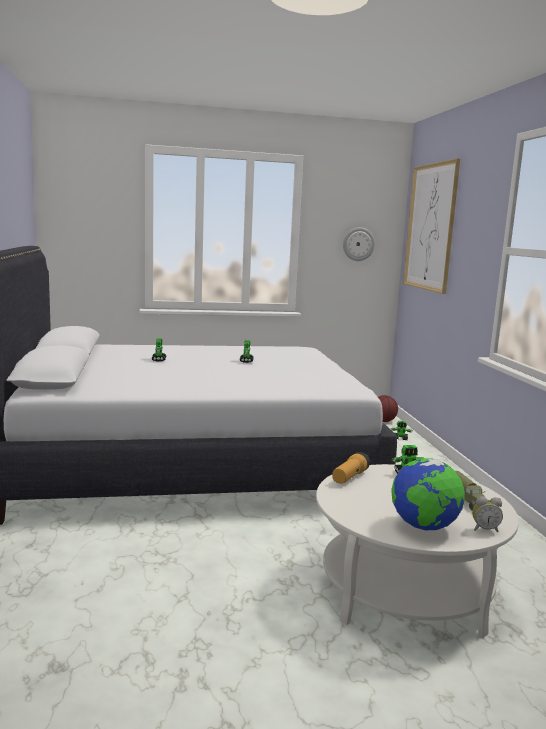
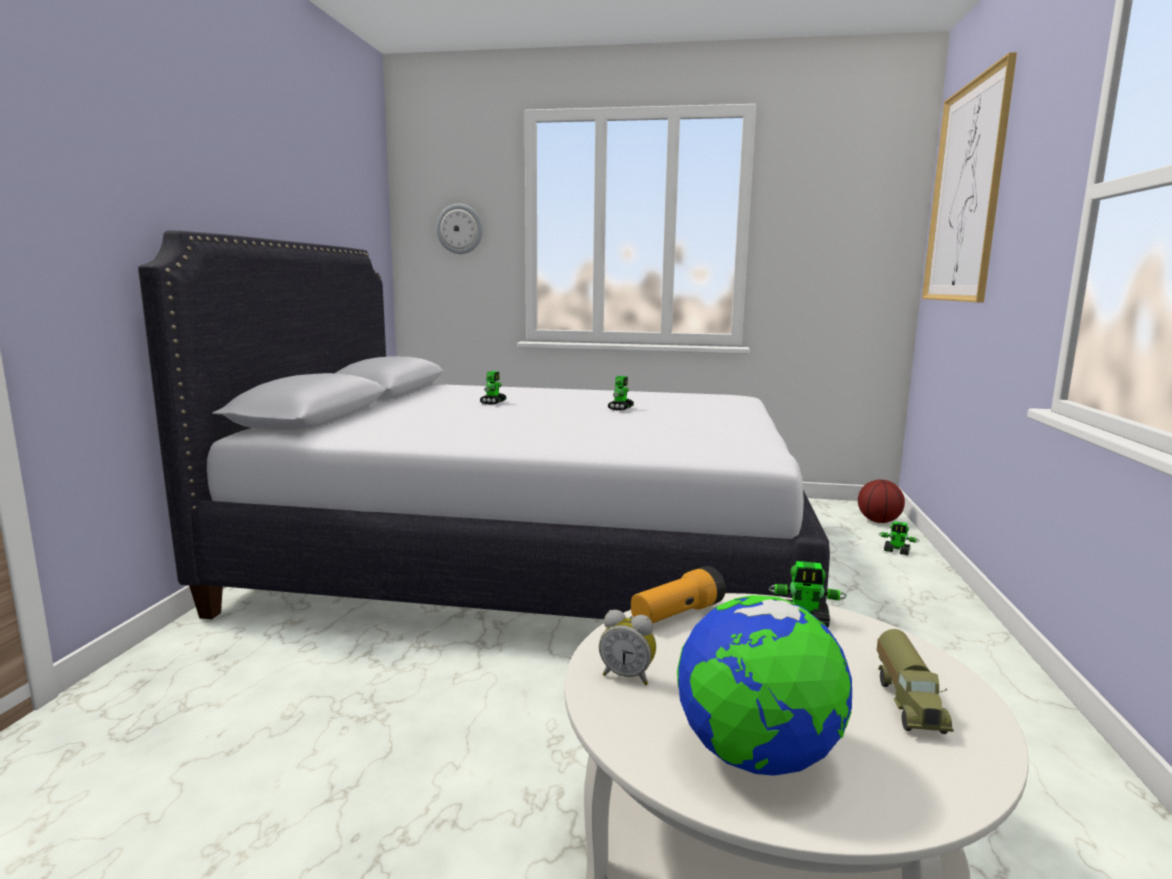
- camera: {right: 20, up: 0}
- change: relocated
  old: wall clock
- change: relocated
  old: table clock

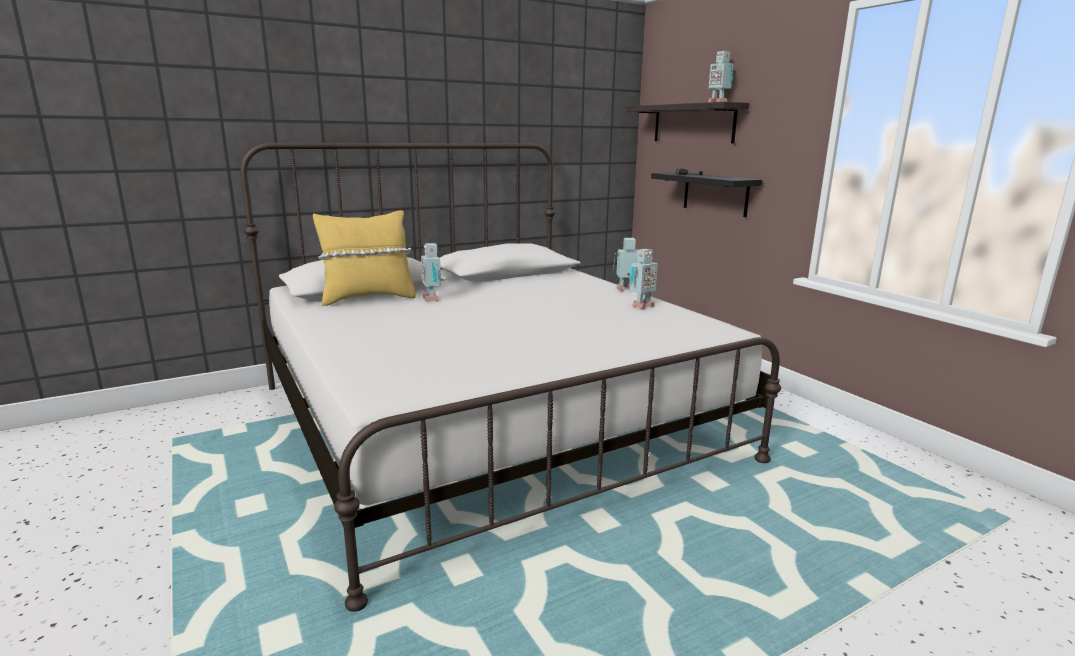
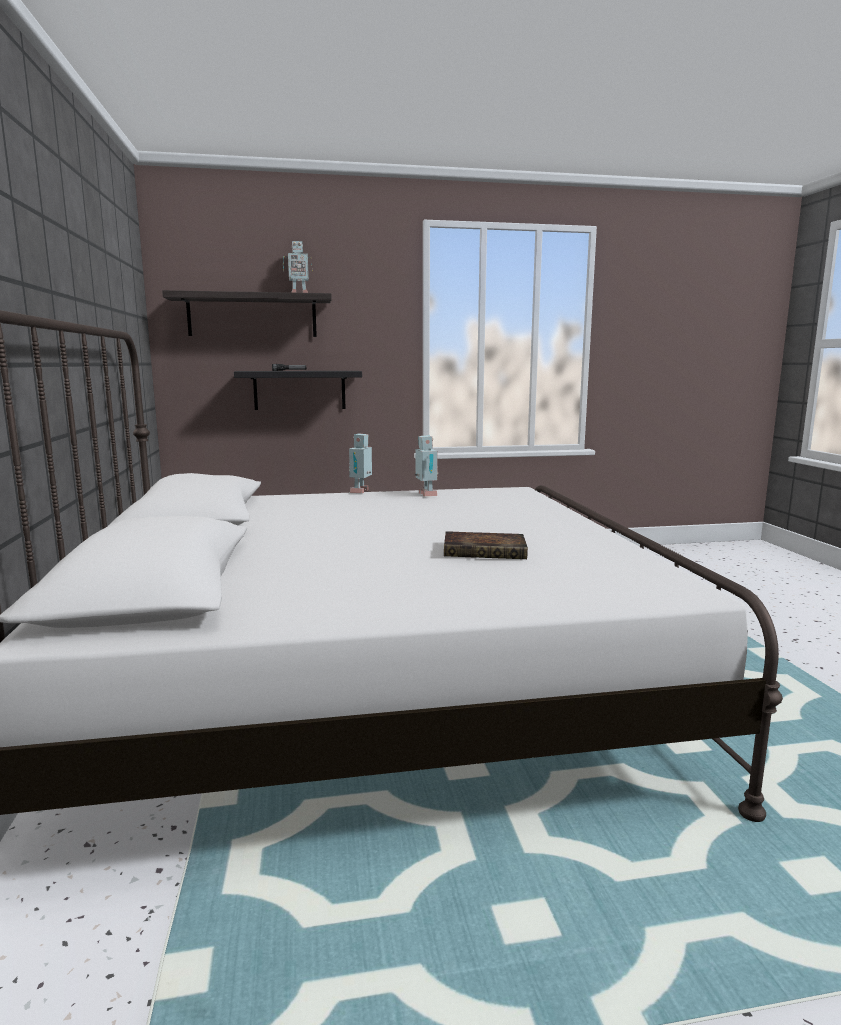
- camera: {right: -70, up: -5}
- change: missing
  old: yellow-coloured pillow
- change: missing
  old: toy robot (no. 1 from left)
- change: appeared
  new: book

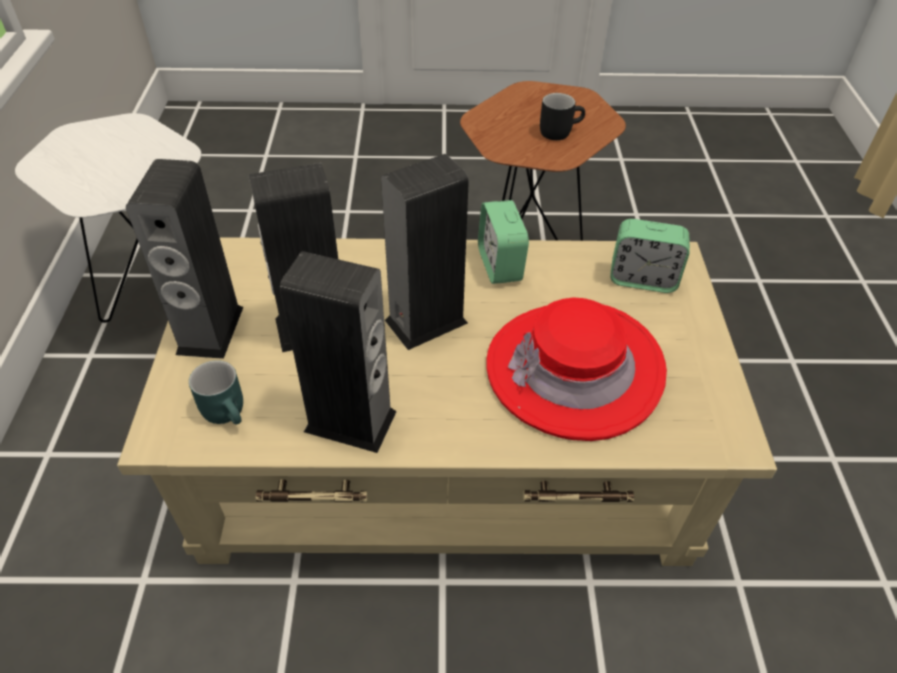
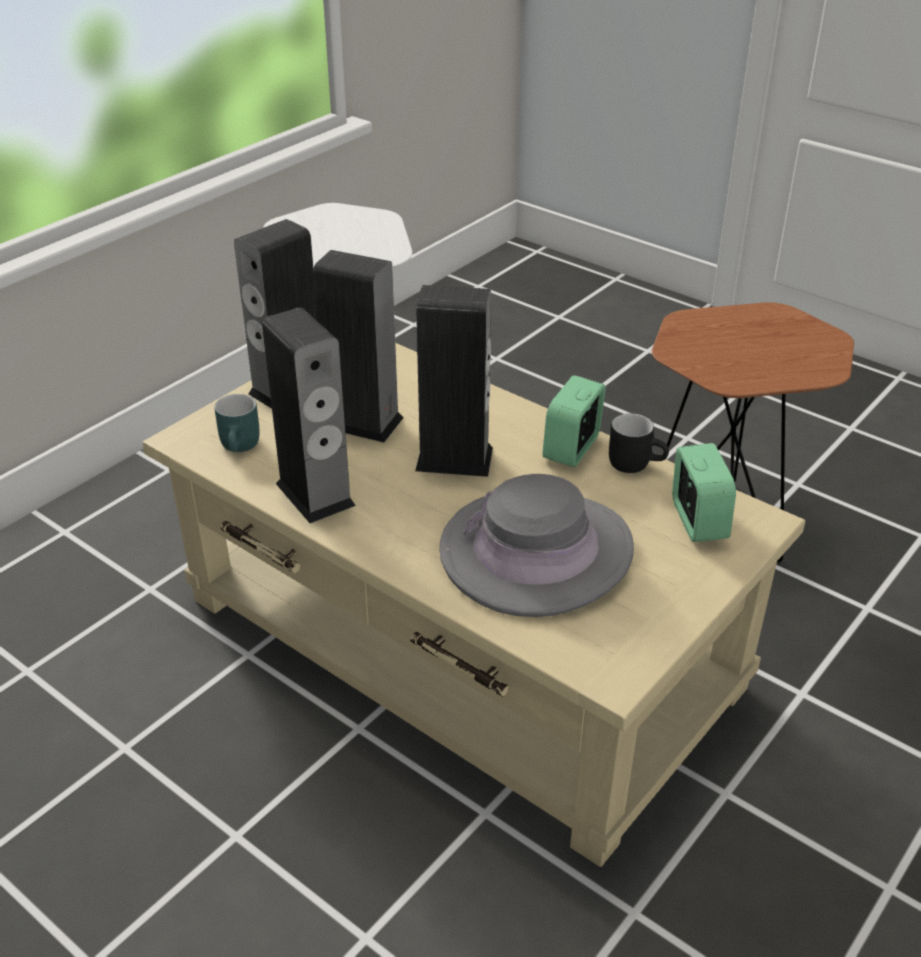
- camera: {right: 40, up: -10}
- change: relocated
  old: black-coloured tea mug
- change: colour
  old: red clothing hat
  new: greyish clothing hat
- change: spun
  old: table clock (no. 2 from left)
  degrees: -150

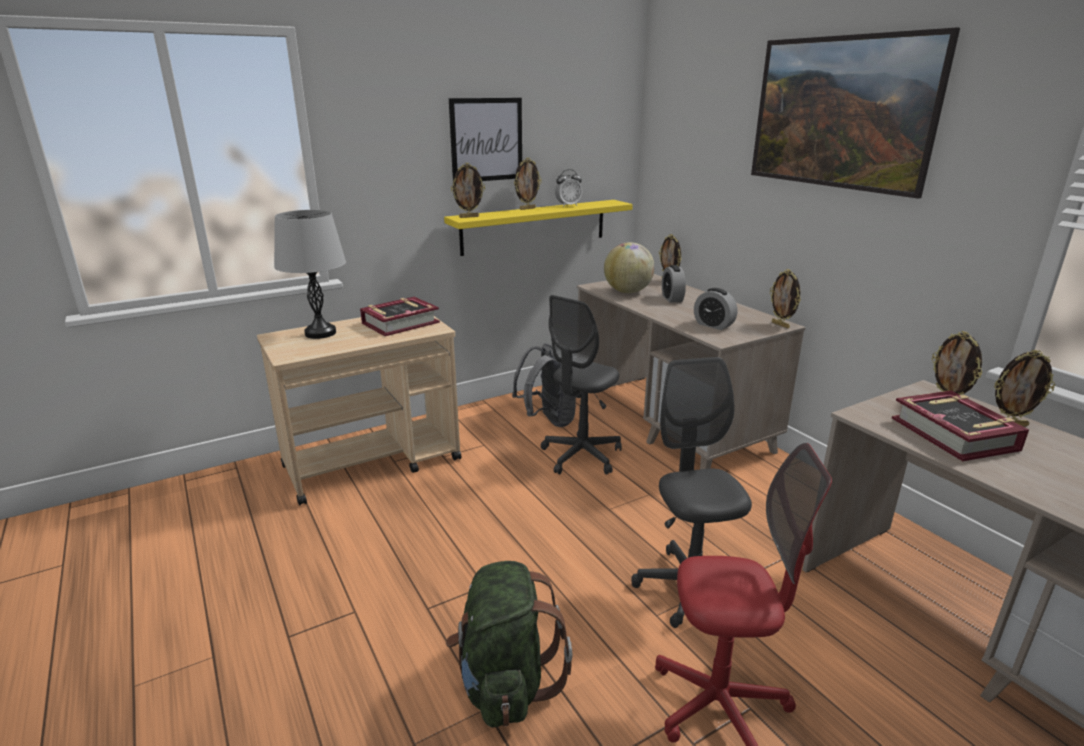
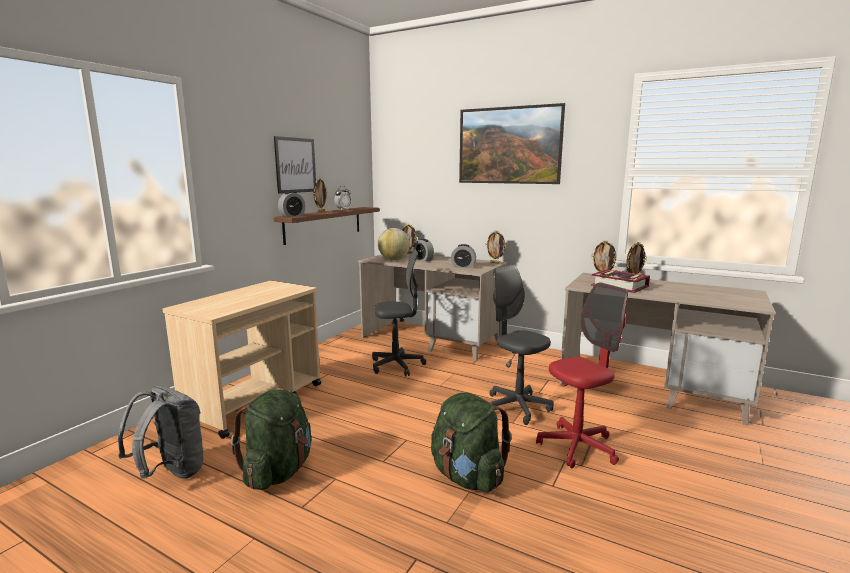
- camera: {right: -30, up: -10}
- change: missing
  old: greyish lamp for a table
- change: missing
  old: book (no. 1 from left)
- change: appeared
  new: green rucksack (no. 1 from left)
- change: relocated
  old: greyish rucksack
- change: exchanged
  old: picture frame (no. 1 from left)
  new: table clock (no. 1 from left)
- change: colour
  old: yellow-coloured shelf
  new: brown-coloured shelf
- change: spun
  old: greyish desk chair (no. 1 from left)
  degrees: -105

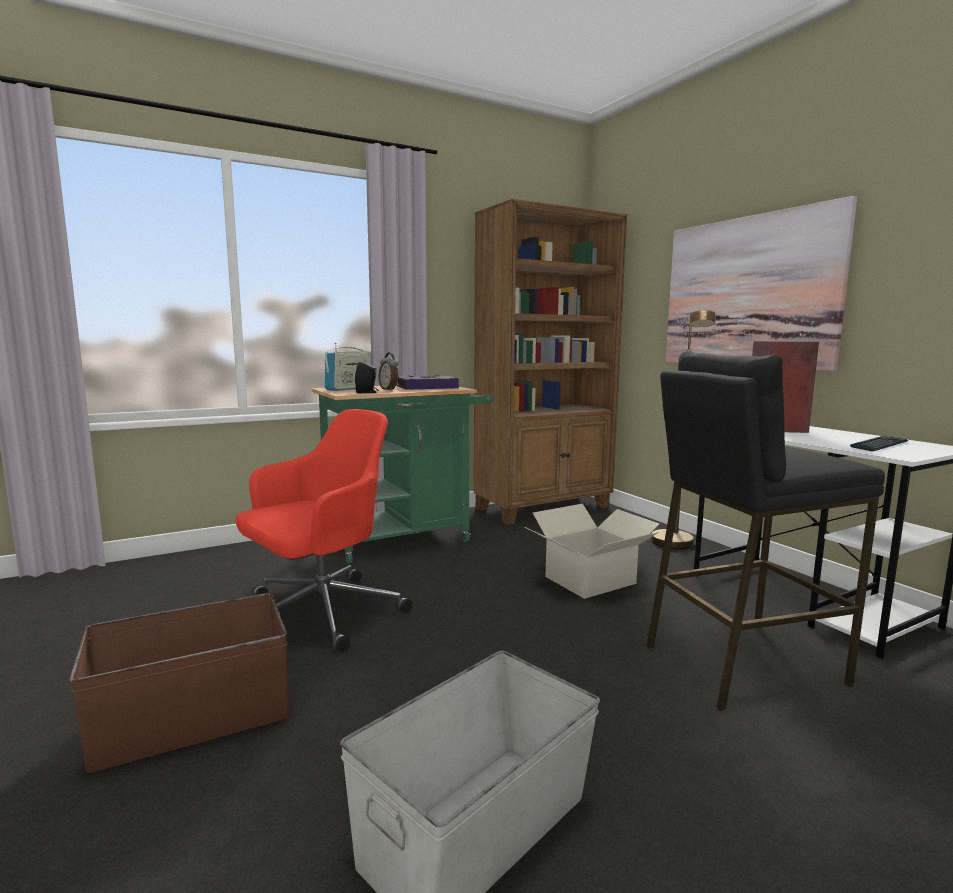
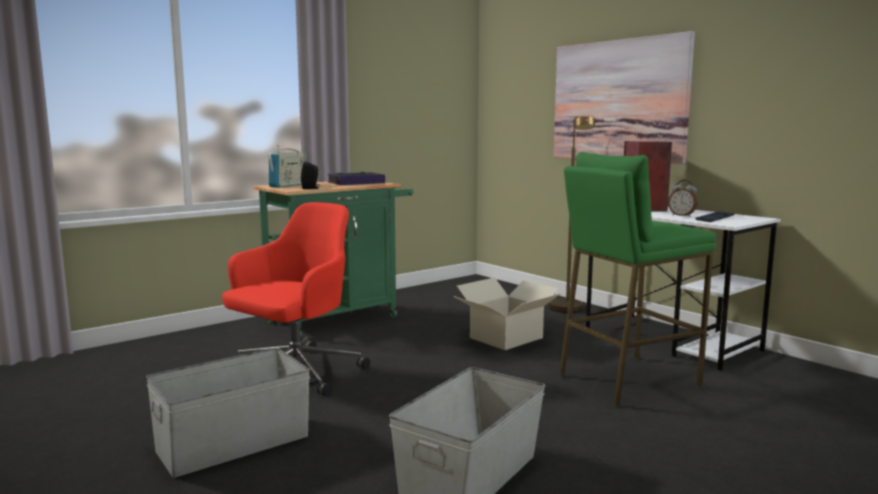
- camera: {right: -10, up: 0}
- change: missing
  old: brown-coloured bookcase
- change: relocated
  old: table clock
- change: colour
  old: brown-coloured storage bin
  new: greyish storage bin (no. 1 from left)
- change: colour
  old: black-coloured stool seat
  new: green stool seat

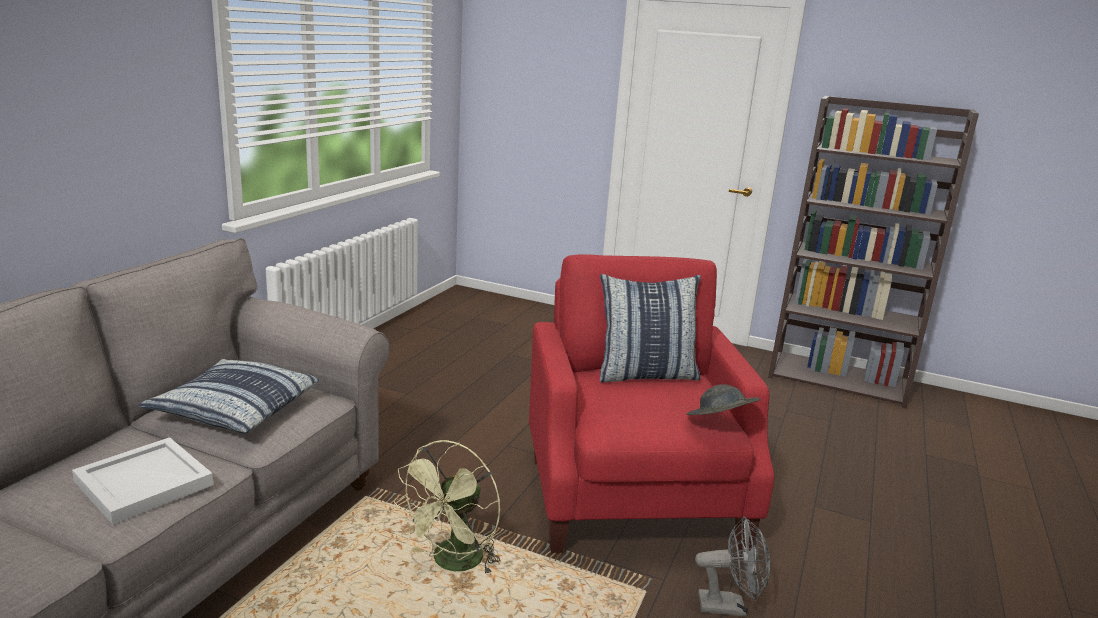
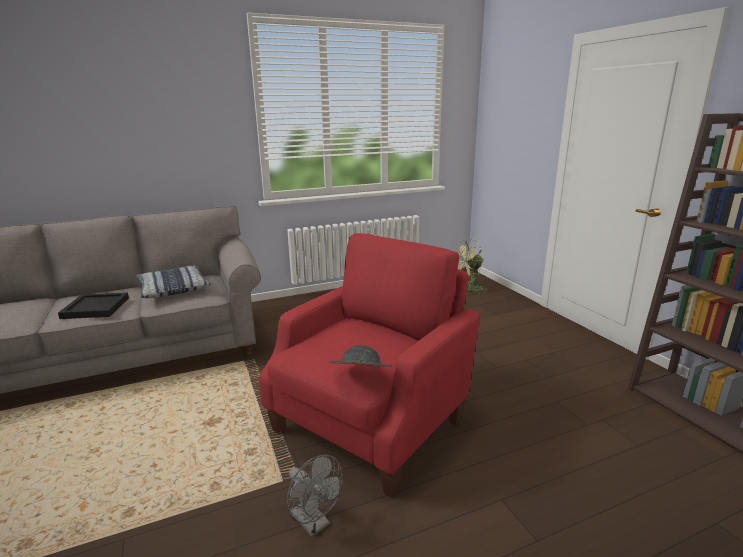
- camera: {right: 45, up: 0}
- change: missing
  old: pillow (no. 2 from left)
- change: relocated
  old: green electric fan
- change: colour
  old: whitish tray
  new: black-coloured tray

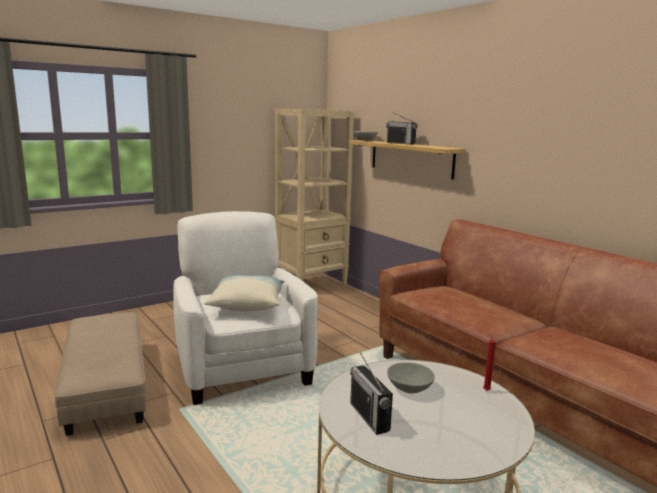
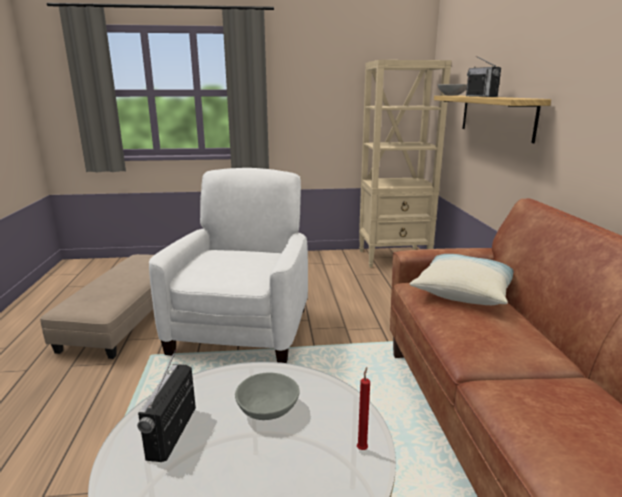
- camera: {right: 30, up: 5}
- change: relocated
  old: pillow

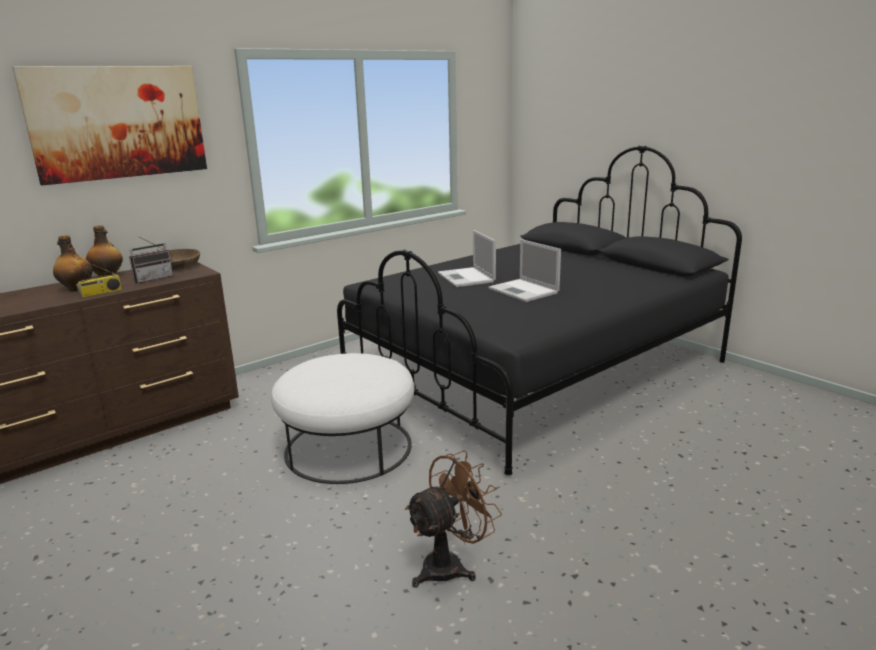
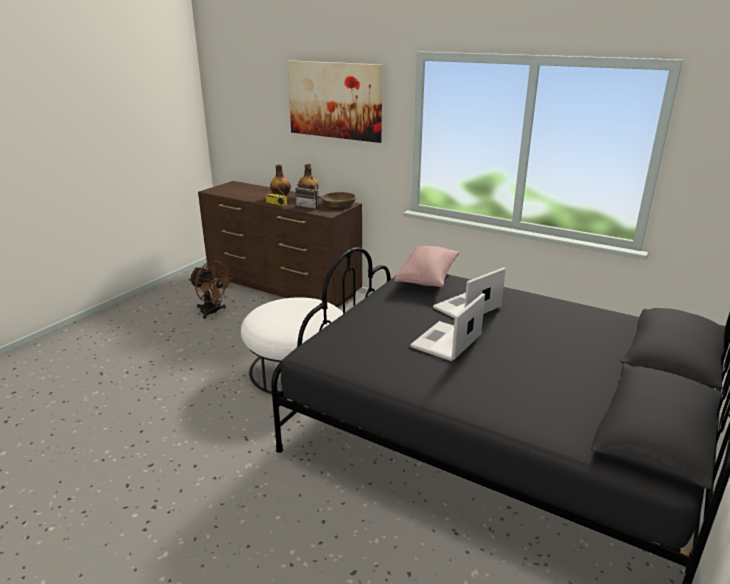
- camera: {right: 70, up: 5}
- change: appeared
  new: pink-coloured pillow
- change: relocated
  old: brown-coloured electric fan

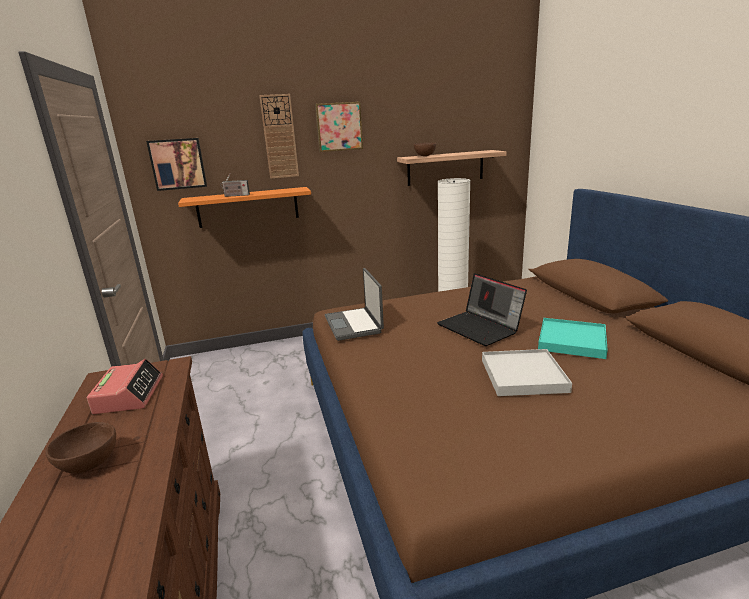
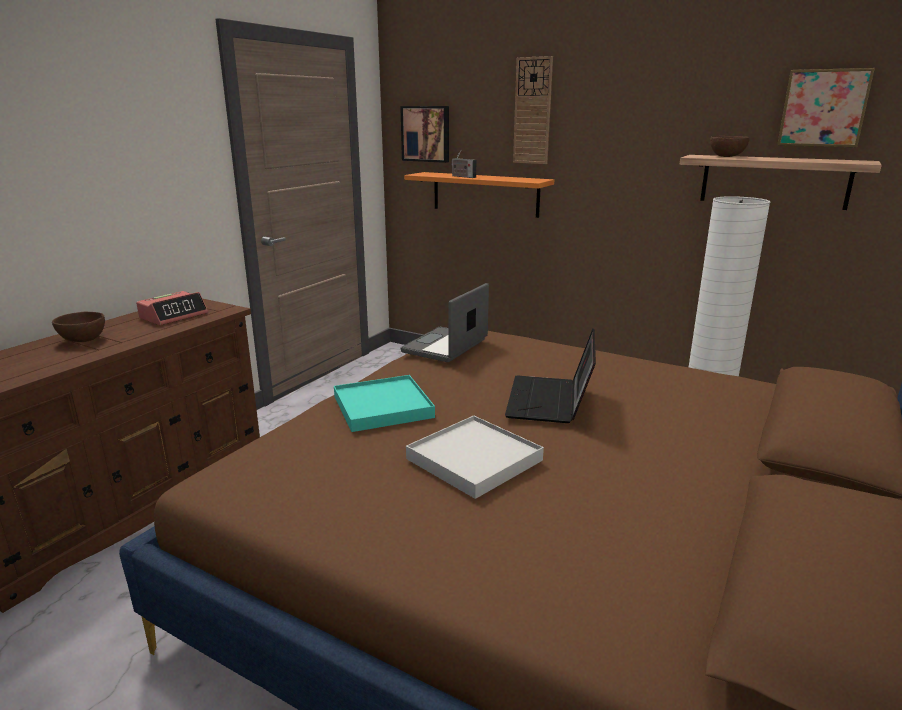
- camera: {right: 45, up: 0}
- change: relocated
  old: wall art (no. 2 from left)
- change: relocated
  old: turquoise tray

